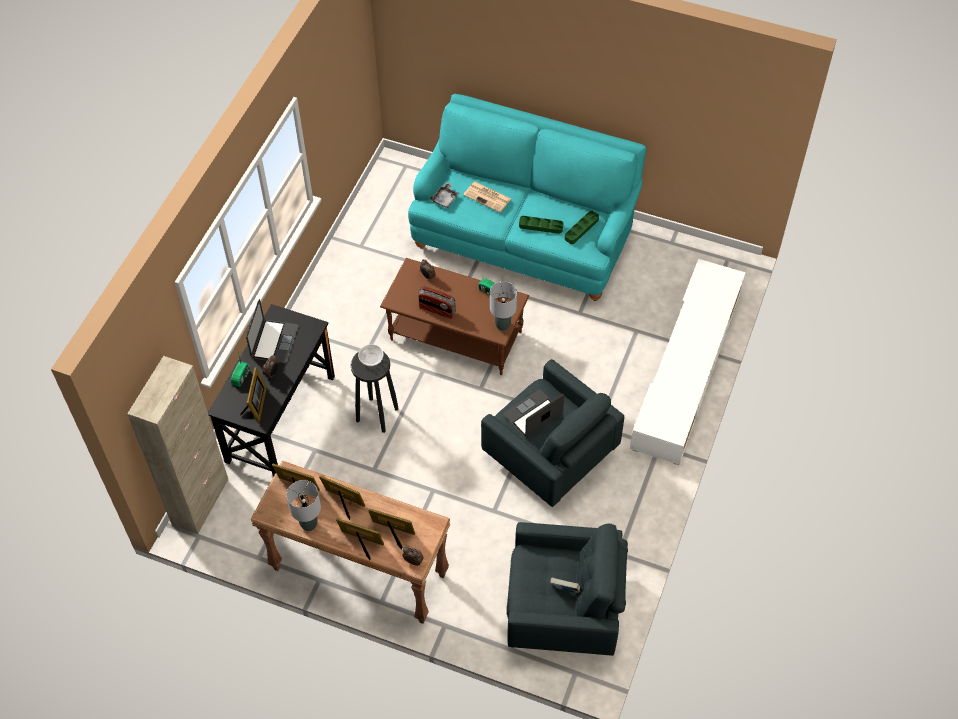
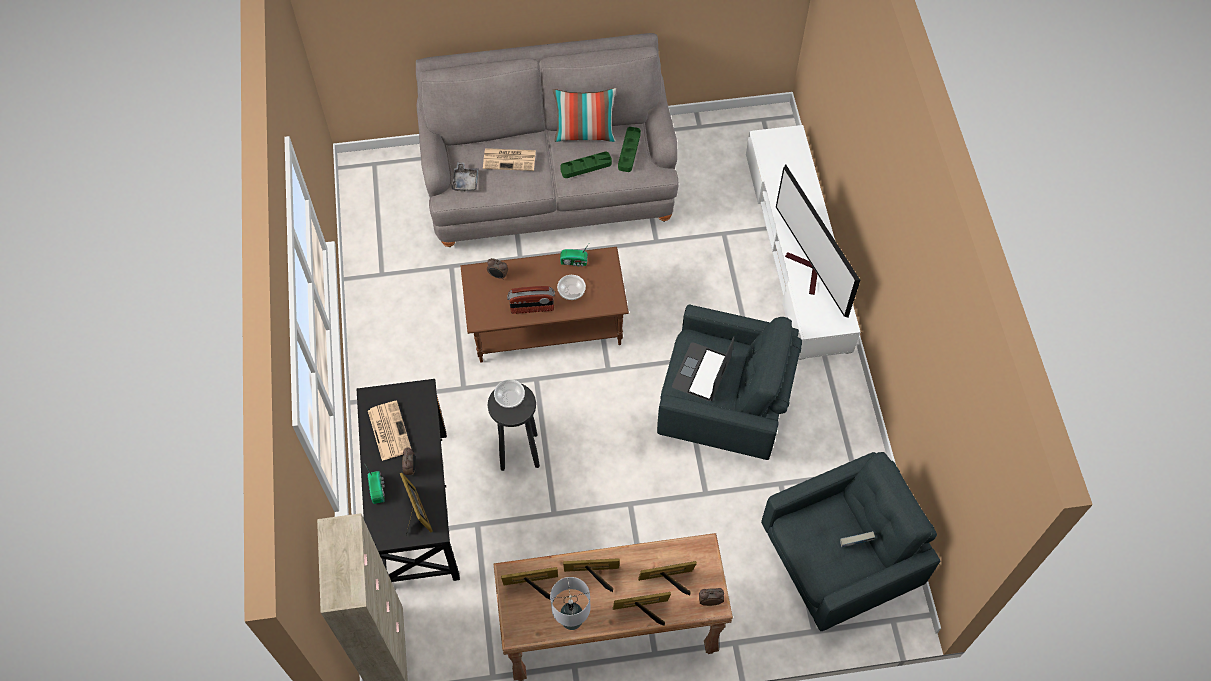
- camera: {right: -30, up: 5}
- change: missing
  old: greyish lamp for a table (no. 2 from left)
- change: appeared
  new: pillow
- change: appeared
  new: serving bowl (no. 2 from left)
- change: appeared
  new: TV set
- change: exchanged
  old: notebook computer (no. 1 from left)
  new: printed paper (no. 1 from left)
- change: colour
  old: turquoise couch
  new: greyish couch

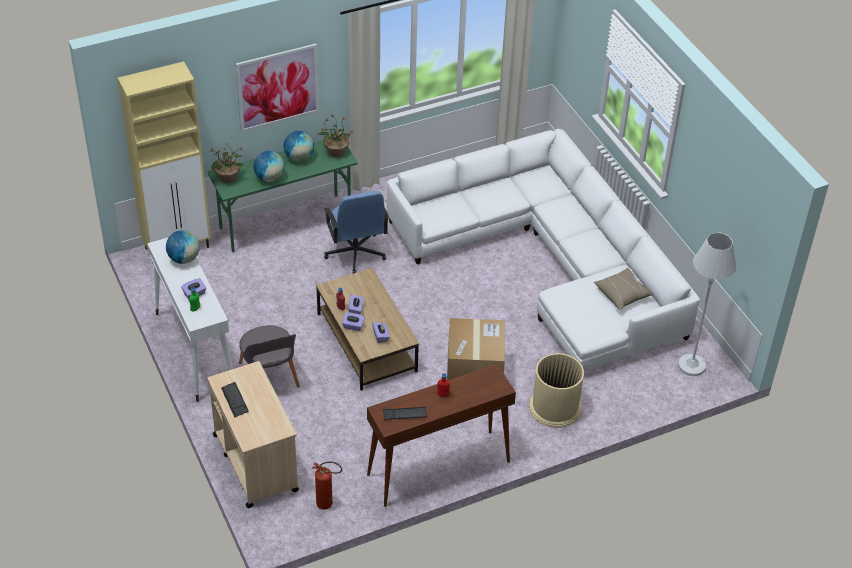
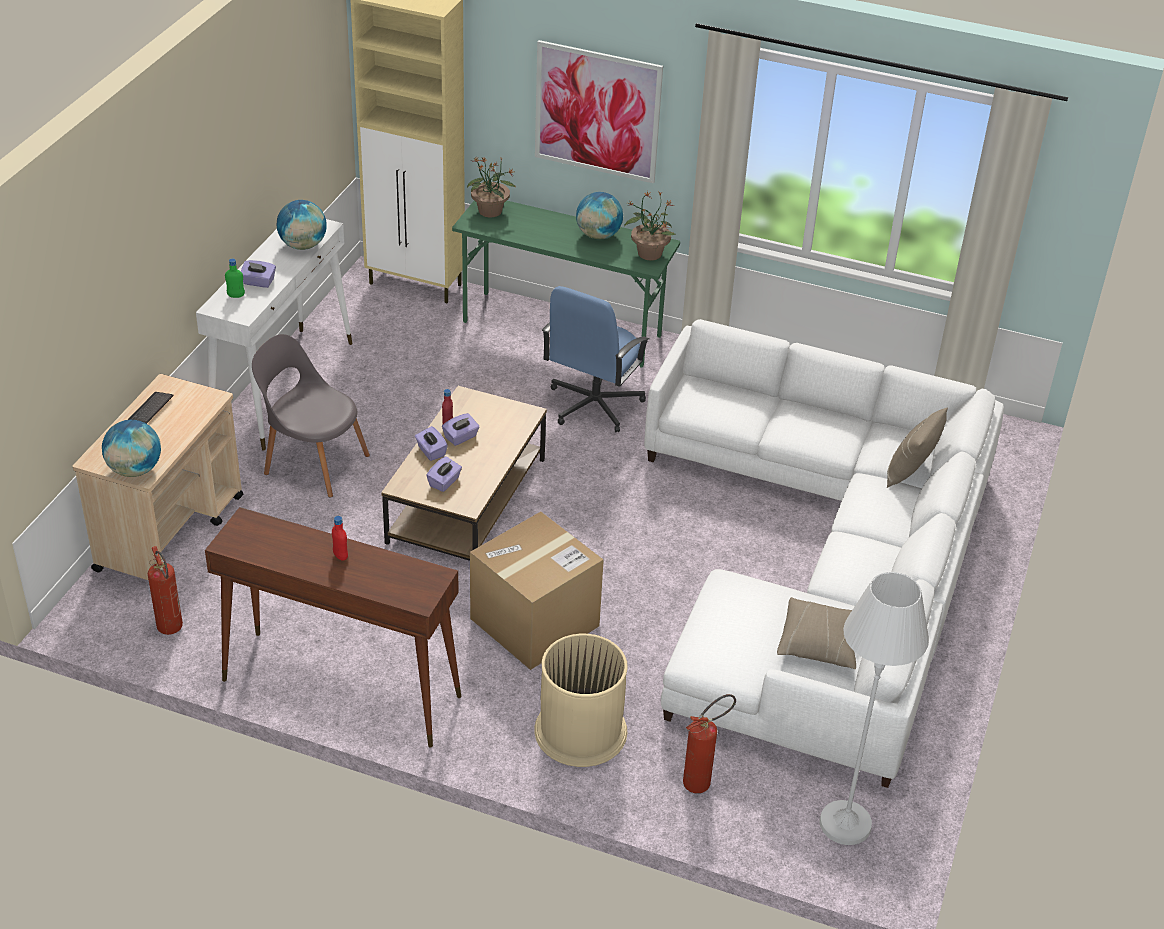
- camera: {right: 45, up: -5}
- change: missing
  old: PC keyboard (no. 2 from left)
- change: appeared
  new: fire extinguisher (no. 2 from left)
- change: appeared
  new: beige-coloured pillow (no. 2 from left)
- change: relocated
  old: globe (no. 2 from left in the first image)
  new: globe (no. 1 from left)
- change: spun
  old: greyish upright chair
  degrees: 90

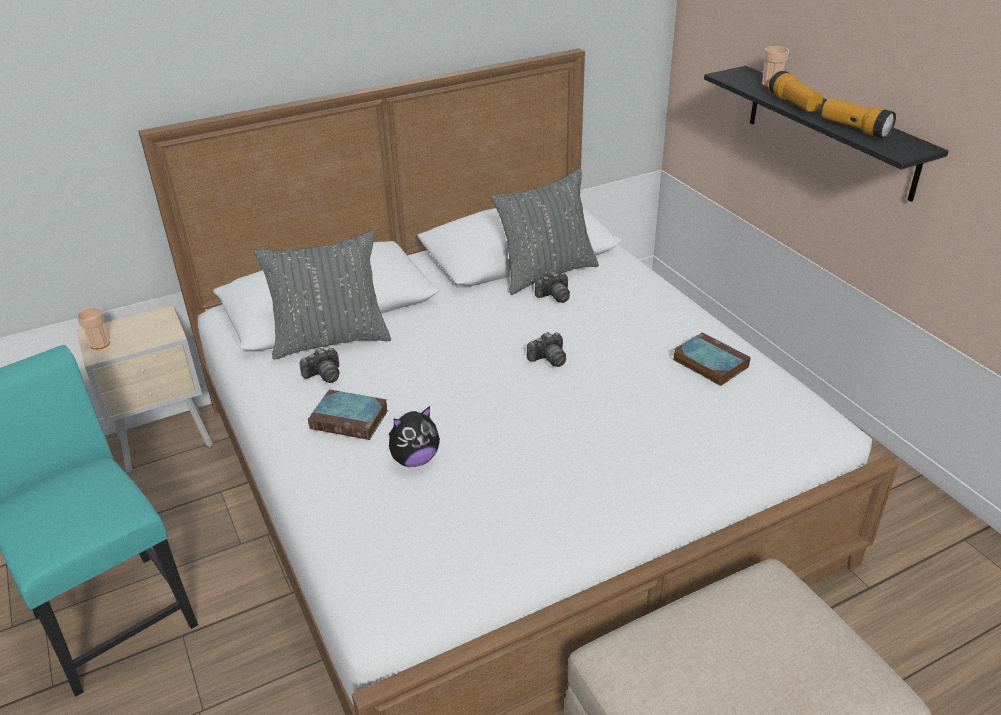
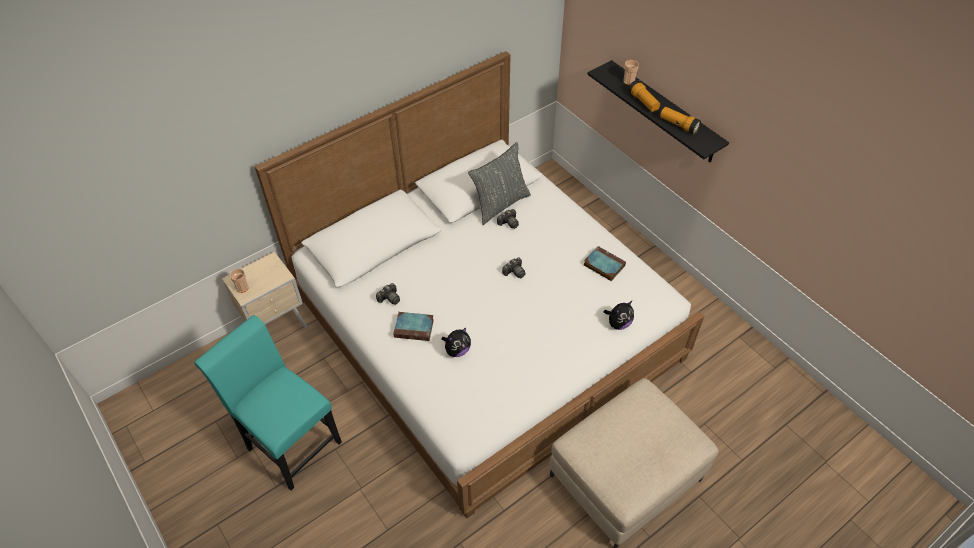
- camera: {right: -10, up: 15}
- change: missing
  old: greyish pillow (no. 1 from left)
- change: appeared
  new: soft toy (no. 2 from left)

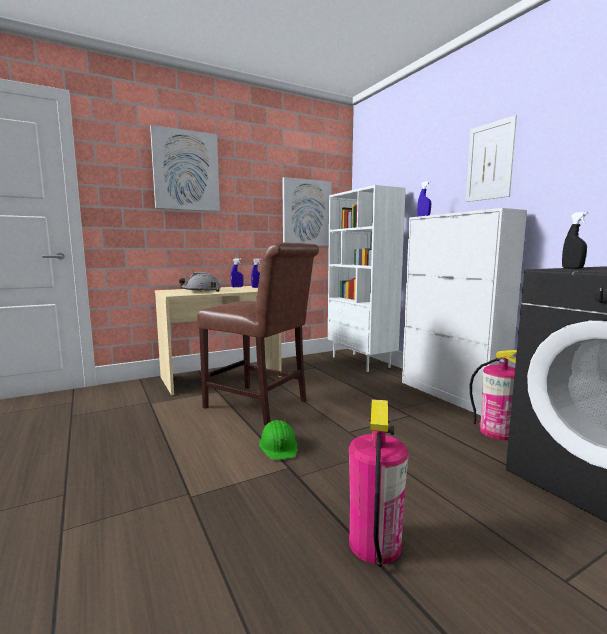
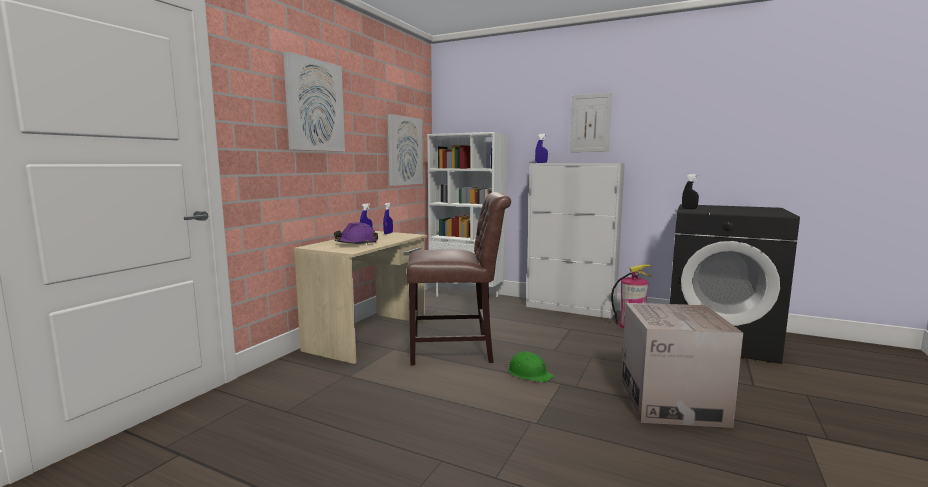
- camera: {right: -35, up: 0}
- change: exchanged
  old: fire extinguisher (no. 1 from left)
  new: carton
- change: colour
  old: greyish work helmet
  new: purple work helmet

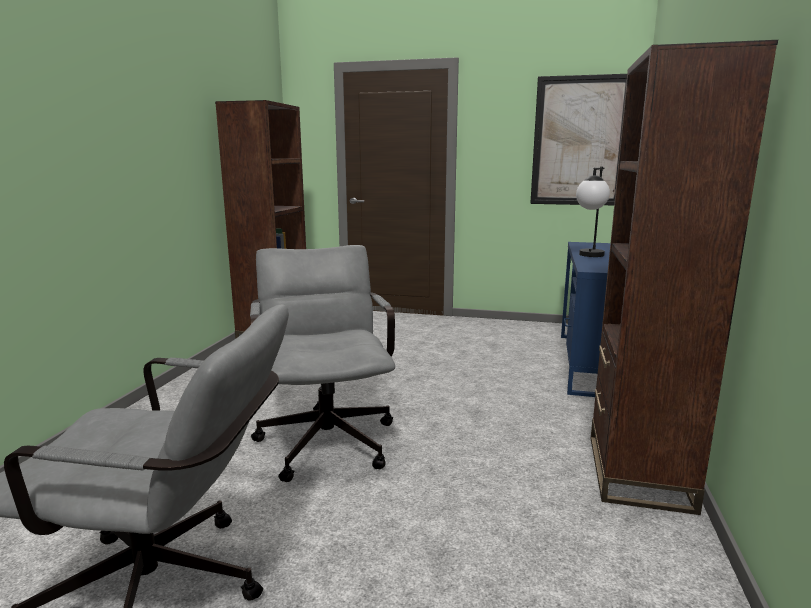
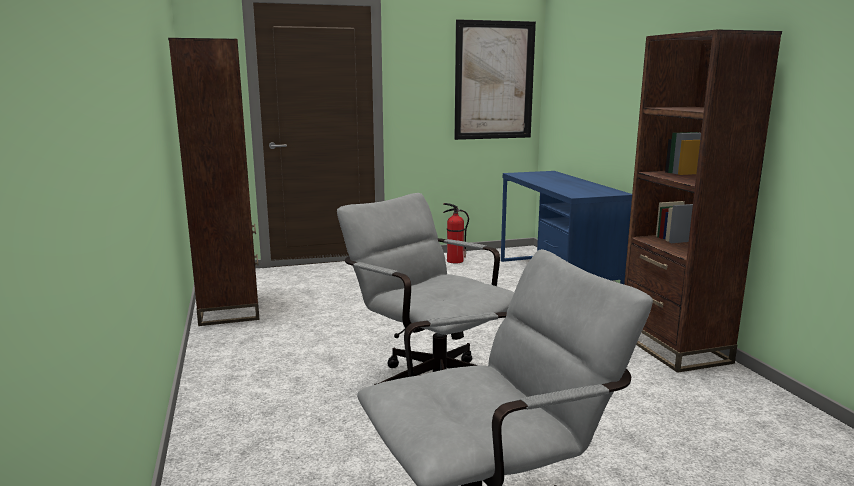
- camera: {right: -30, up: 0}
- change: missing
  old: lamp for a table
- change: appeared
  new: fire extinguisher

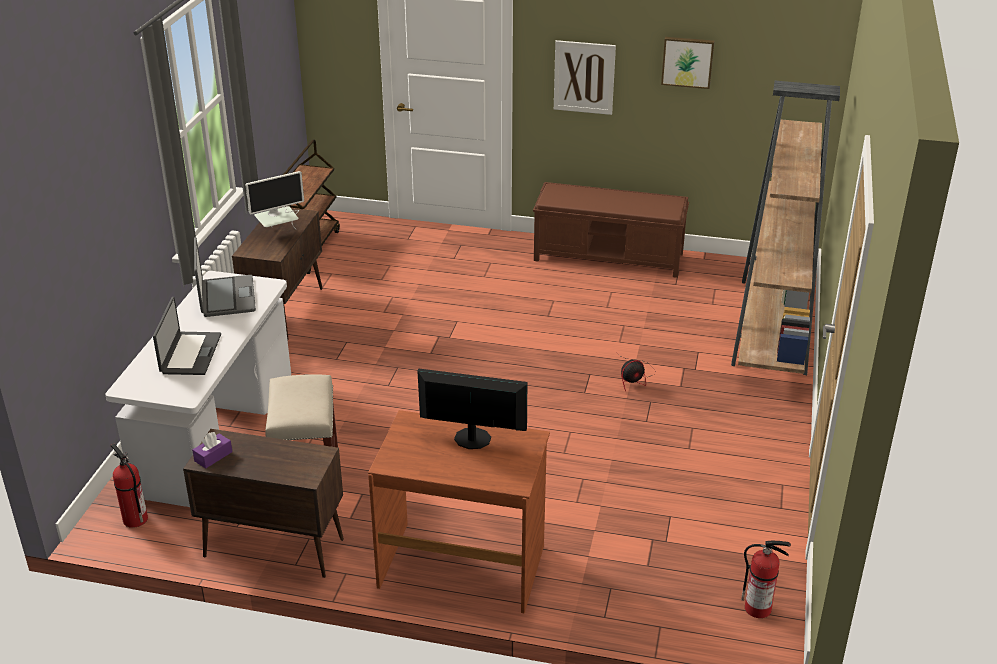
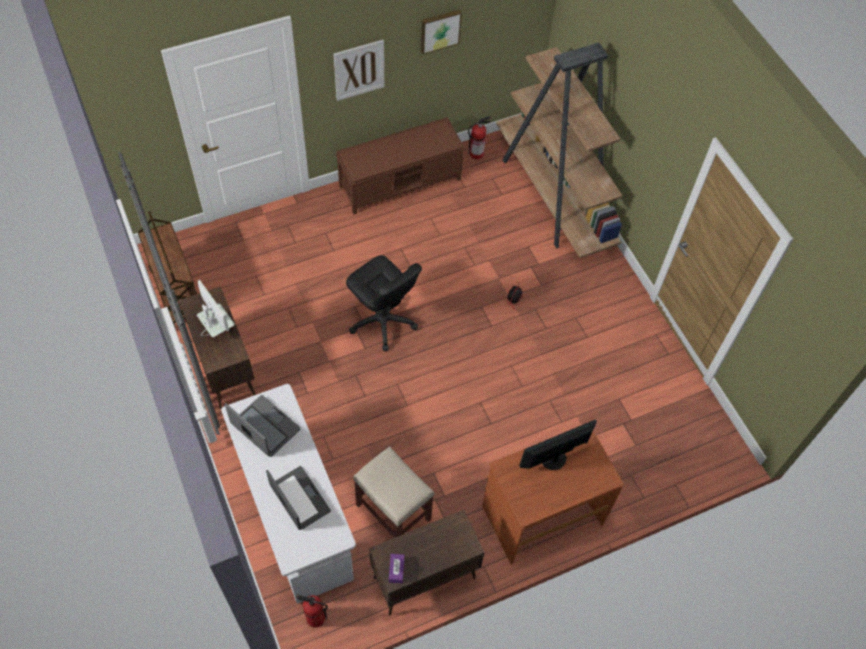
- camera: {right: -40, up: 25}
- change: appeared
  new: black-coloured desk chair
- change: relocated
  old: fire extinguisher (no. 2 from left)
- change: spun
  old: monitor (no. 1 from left)
  degrees: -60

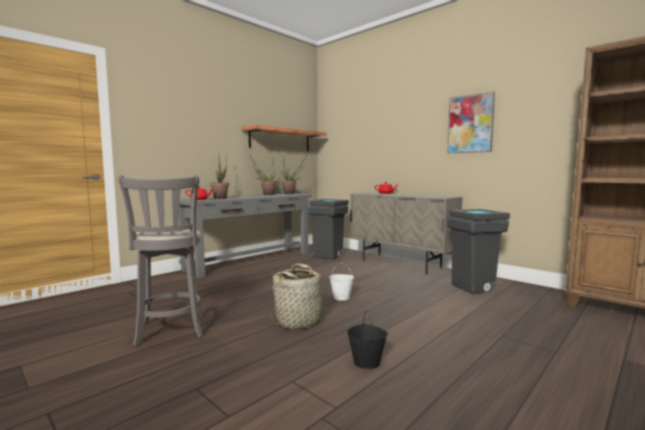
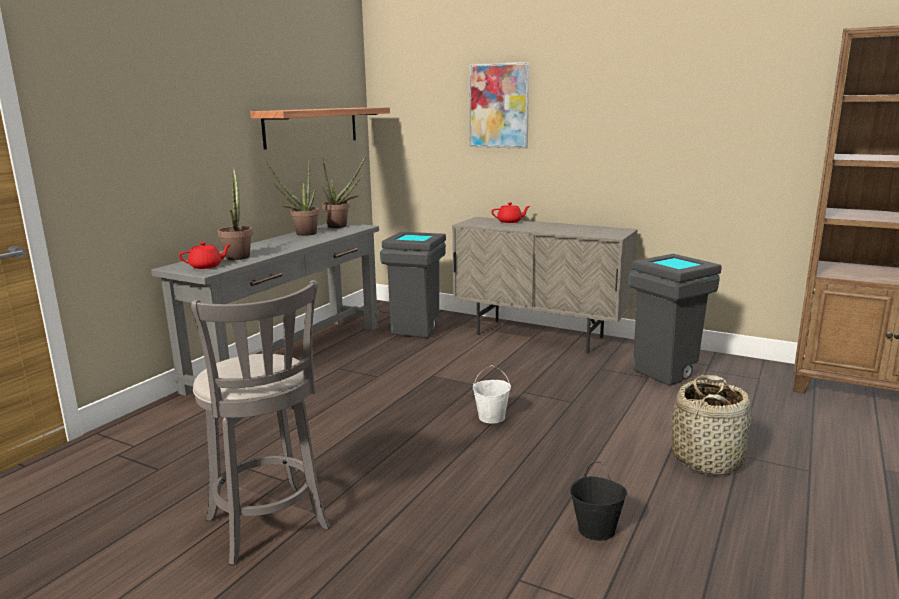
- camera: {right: -15, up: 10}
- change: relocated
  old: basket
- change: relocated
  old: wall art

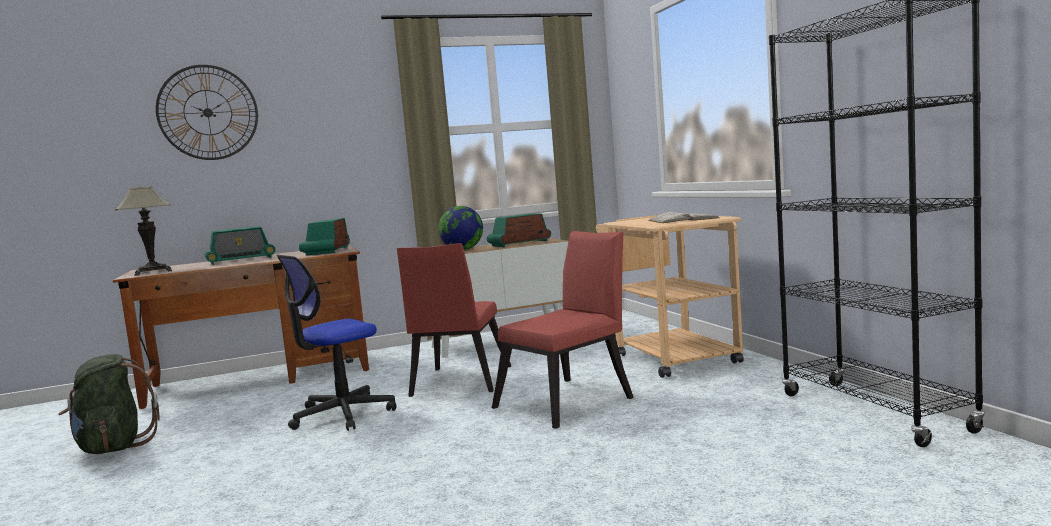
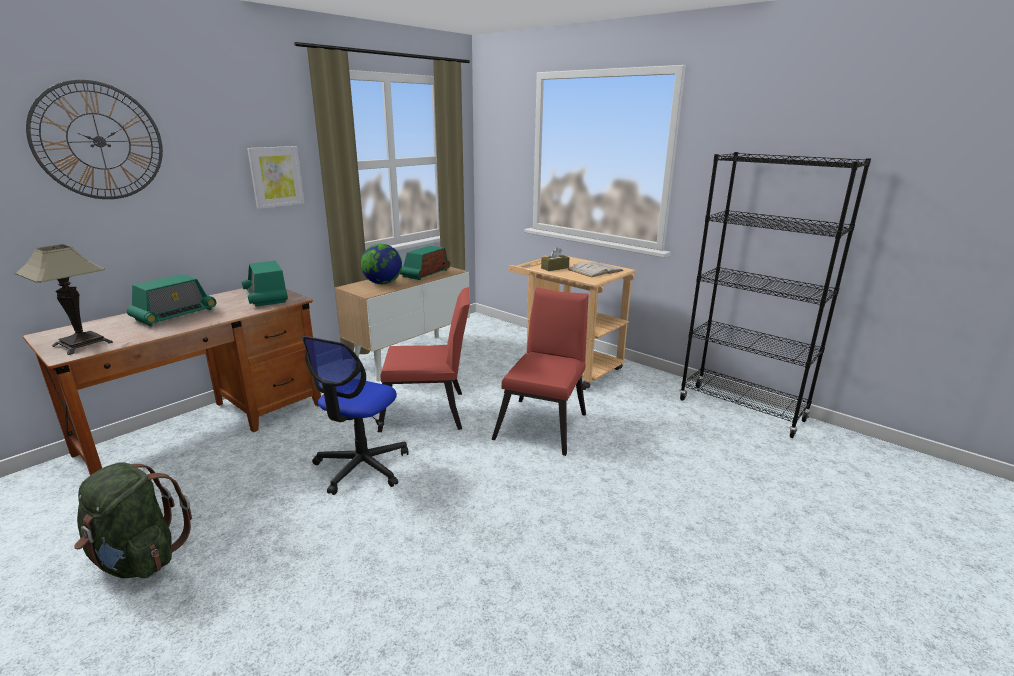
- camera: {right: -30, up: 15}
- change: appeared
  new: wall art
- change: appeared
  new: brown-coloured box of tissues
- change: spun
  old: red upright chair (no. 1 from left)
  degrees: -75

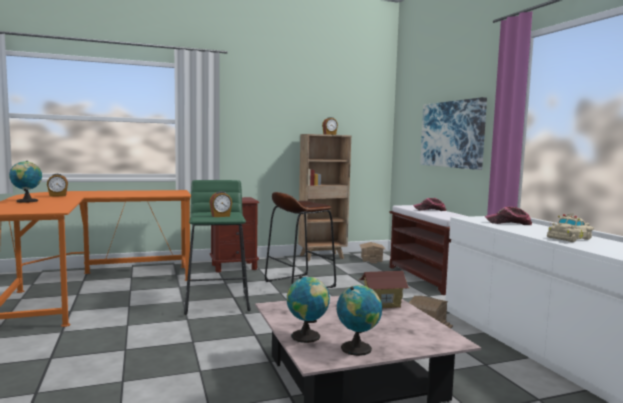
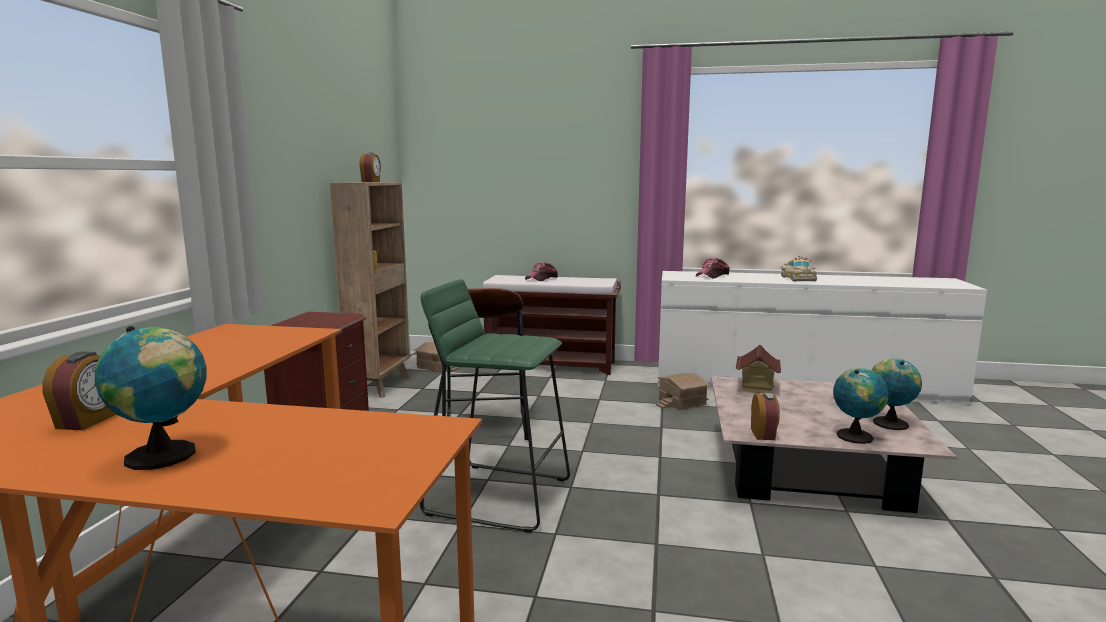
- camera: {right: -60, up: 5}
- change: missing
  old: wall art
- change: relocated
  old: table clock (no. 2 from left in the first image)
  new: table clock (no. 3 from left)

